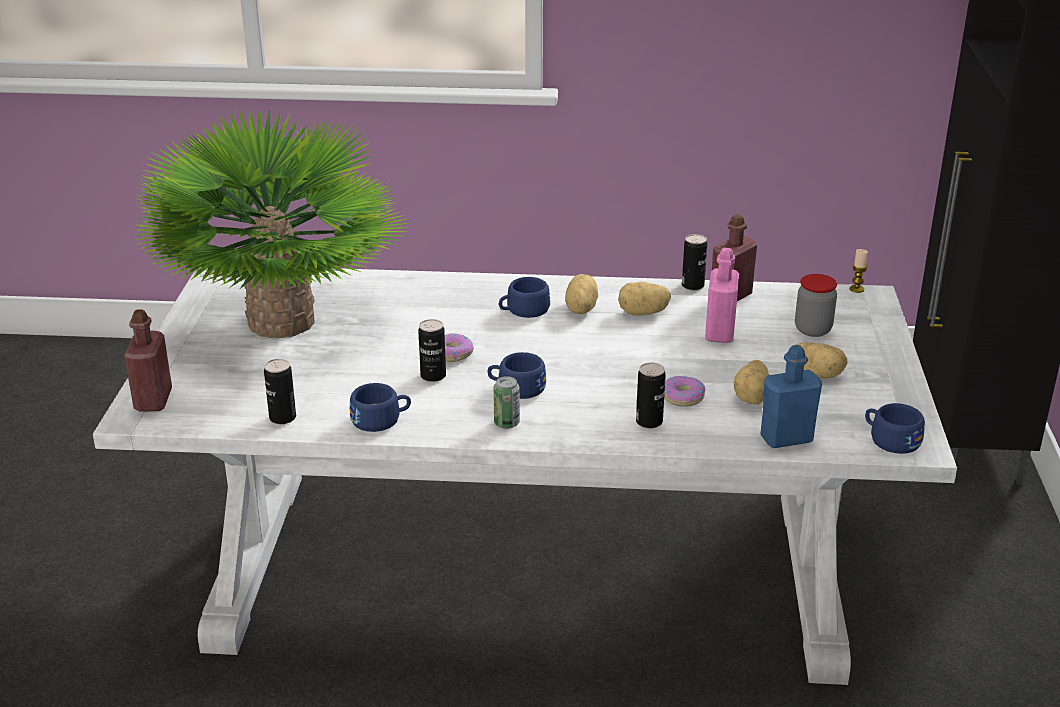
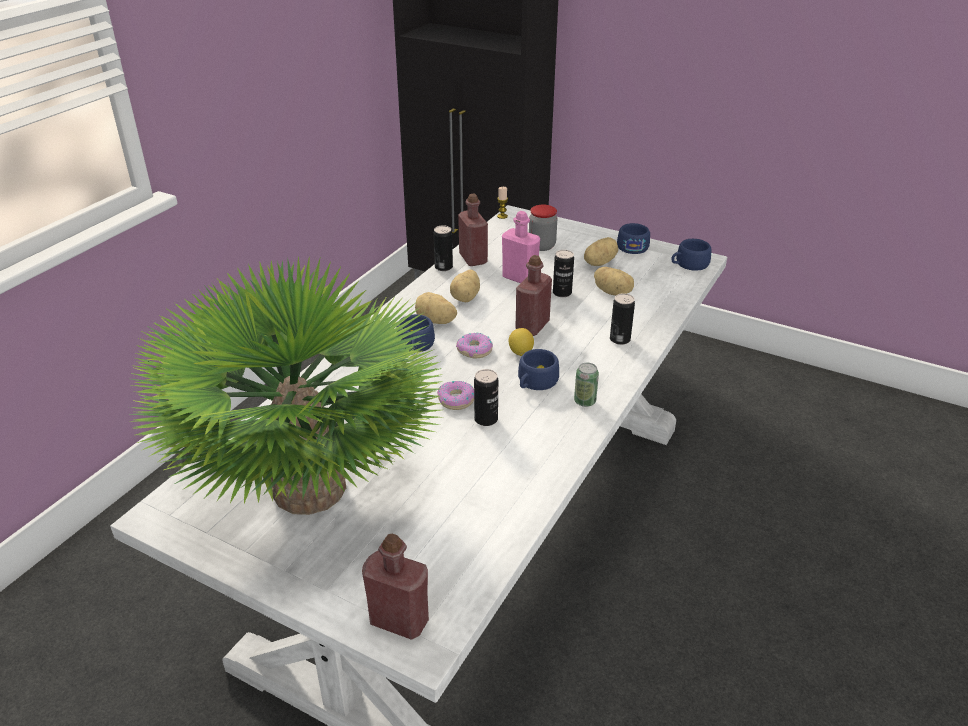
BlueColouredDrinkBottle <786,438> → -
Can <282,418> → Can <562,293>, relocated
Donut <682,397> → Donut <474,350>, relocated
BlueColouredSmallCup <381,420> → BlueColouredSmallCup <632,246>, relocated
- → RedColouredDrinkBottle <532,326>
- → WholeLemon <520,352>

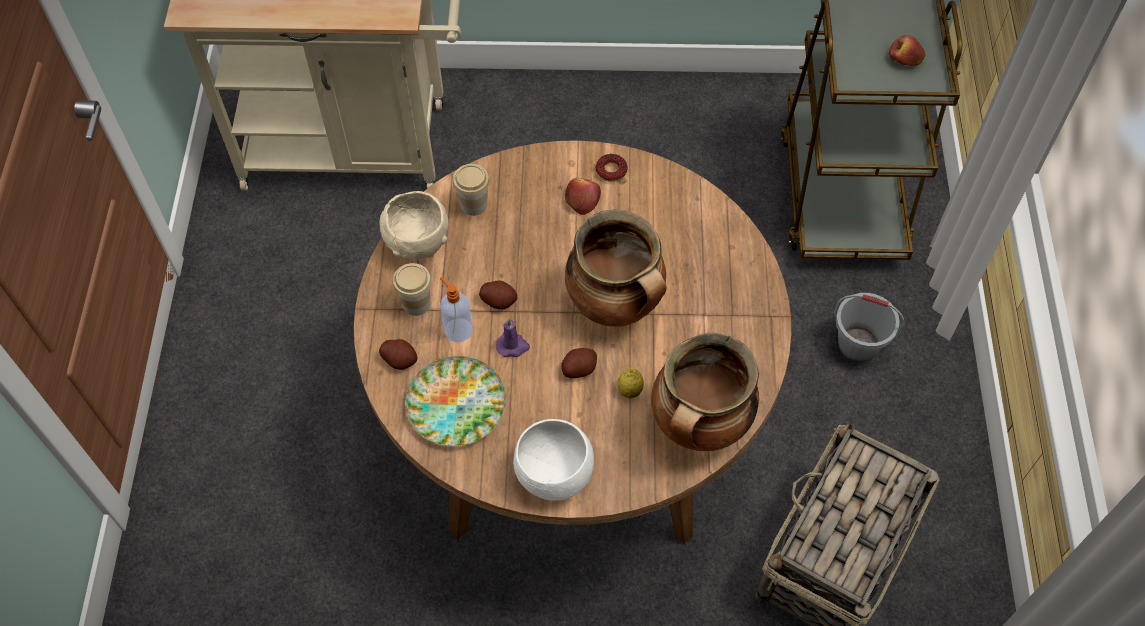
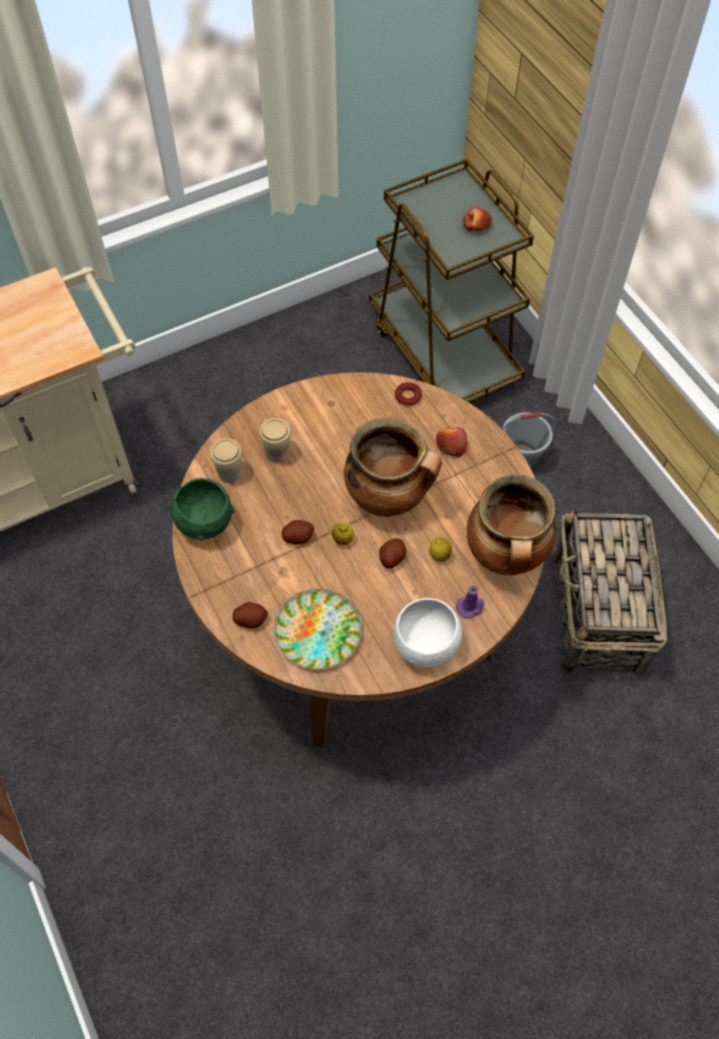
Donut <611,170> → Donut <408,396>, relocated
AppleFruit <582,199> → AppleFruit <451,445>, relocated
BeigeDeepDish <417,244> → GreenishDeepDish <205,524>
SmallCup <416,303> → SmallCup <277,452>, relocated
SoapDispenser <457,329> → -
PurpleColouredWaxLight <513,346> → PurpleColouredWaxLight <470,606>, relocated
- → WholeLemon <343,539>

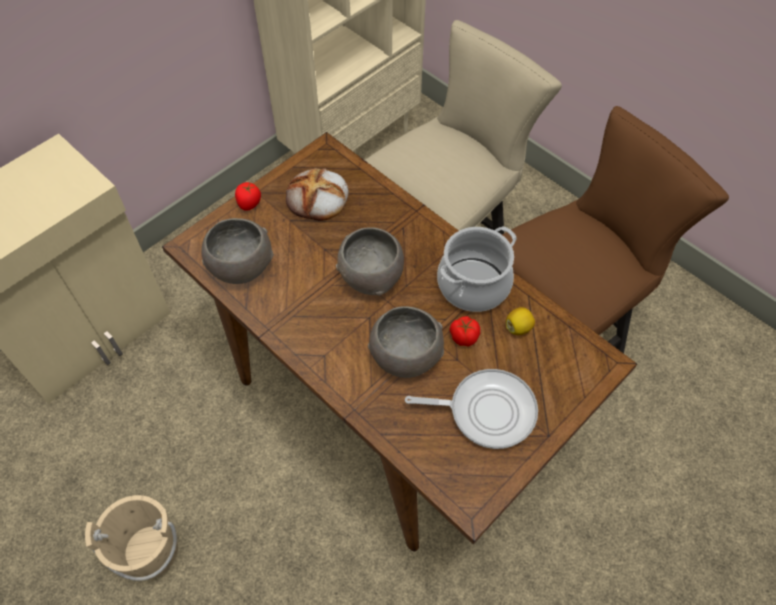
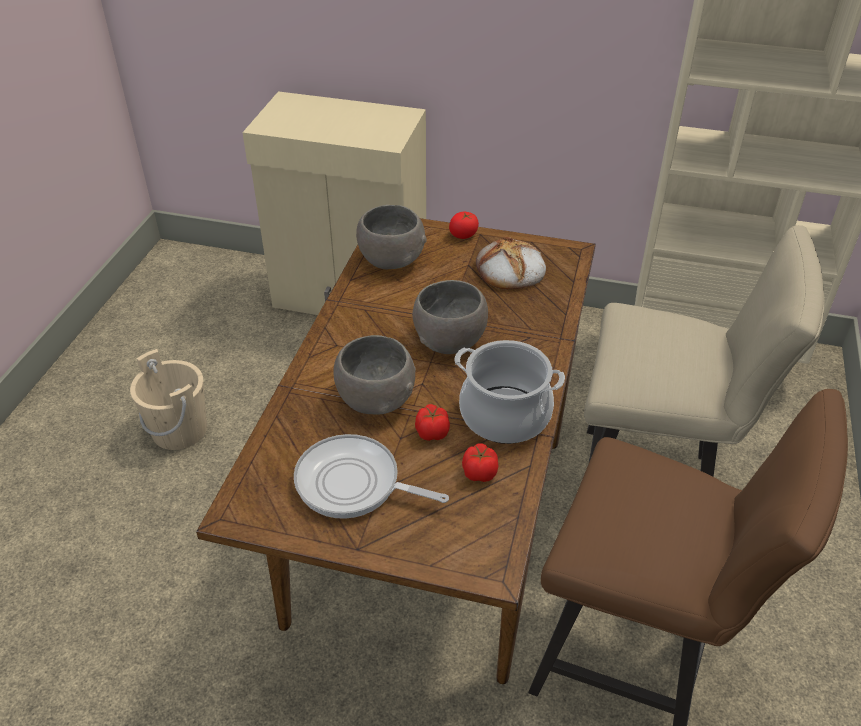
WholeLemon <518,327> → FreshTomato <479,472>
FryingPan <486,411> → FryingPan <353,484>, 135 degrees clockwise

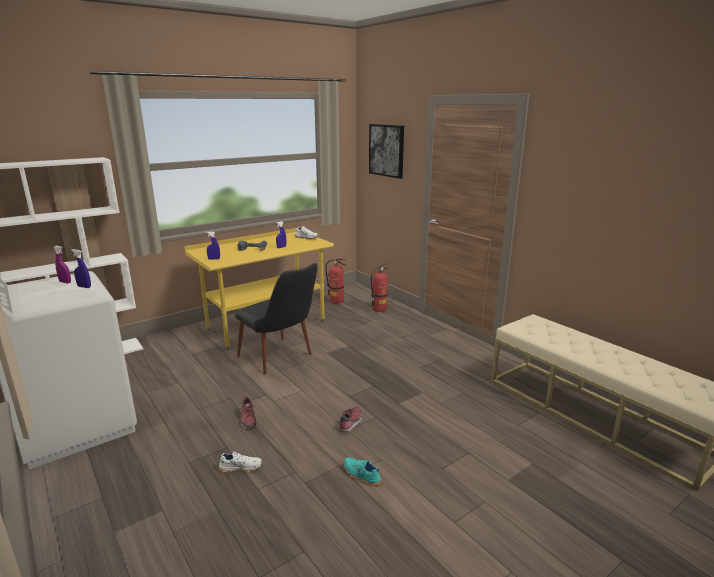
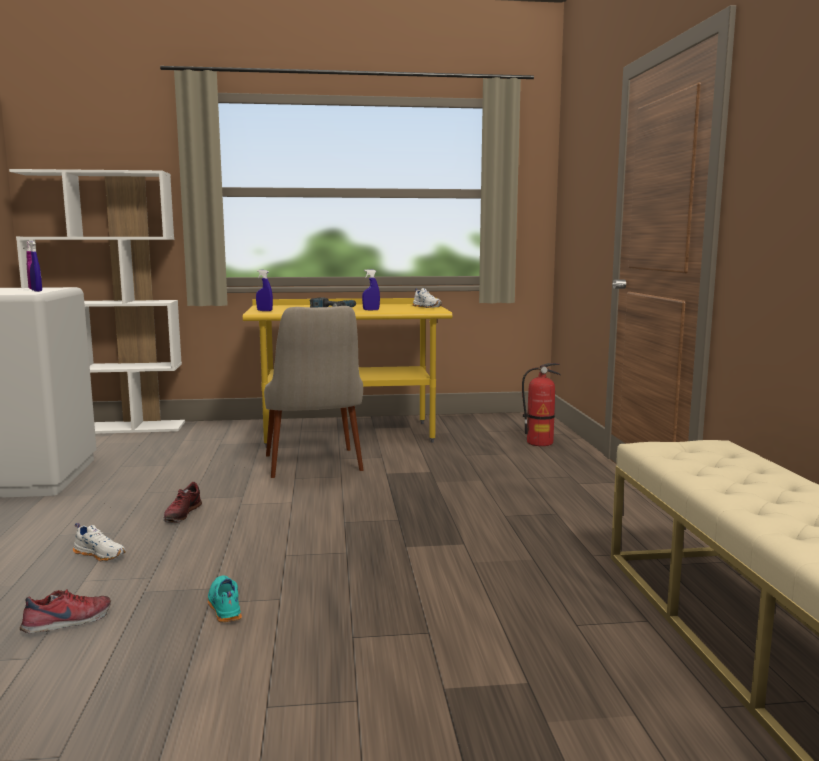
Picture <387,150> → -
FireFightingCylinder <336,301> → -
BlackColouredPlainChair <281,359> → BeigePlainChair <315,468>
ItemOfFootwear <351,423> → ItemOfFootwear <67,623>, relocated

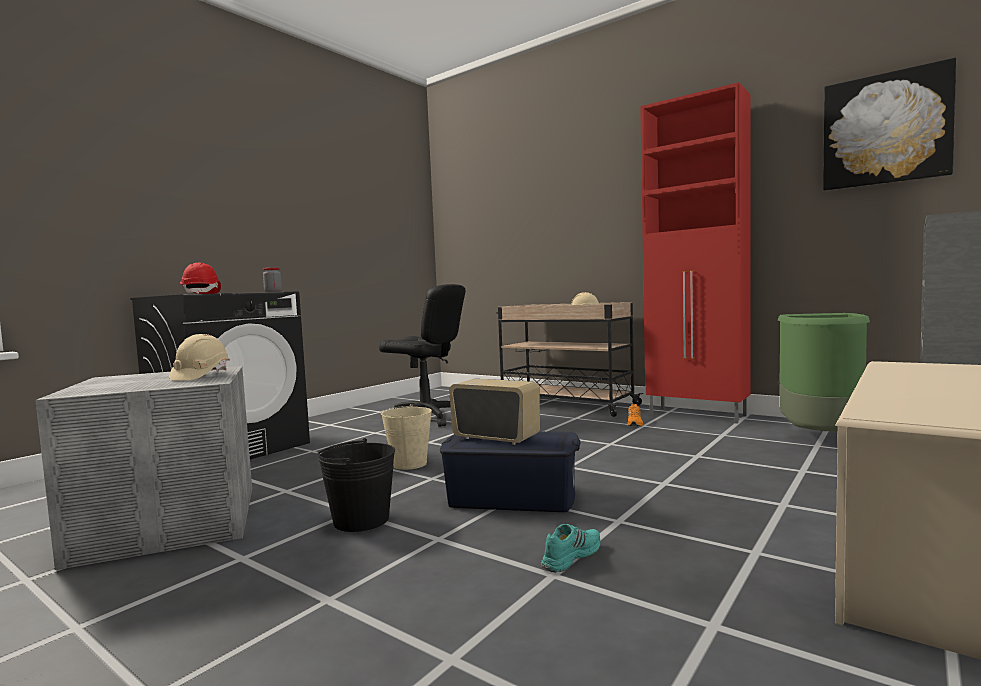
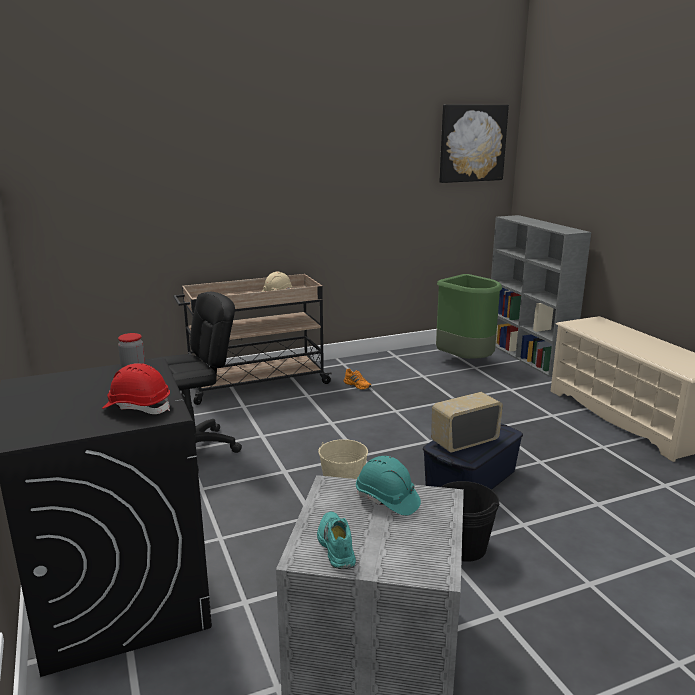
RedColouredStorageCabinet <698,415> → -
BeigeHardHat <201,376> → TurquoiseHardHat <387,500>
TurquoiseItemOfFootwear <571,556> → TurquoiseItemOfFootwear <335,546>, relocated

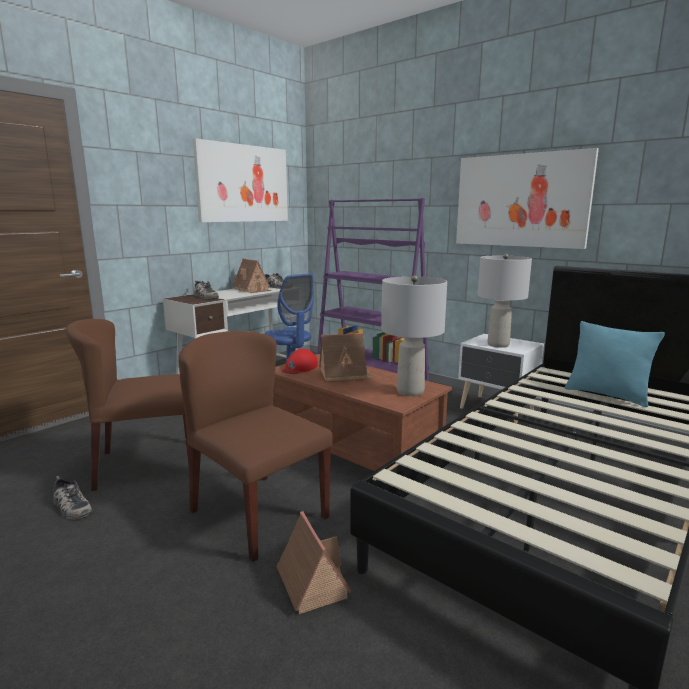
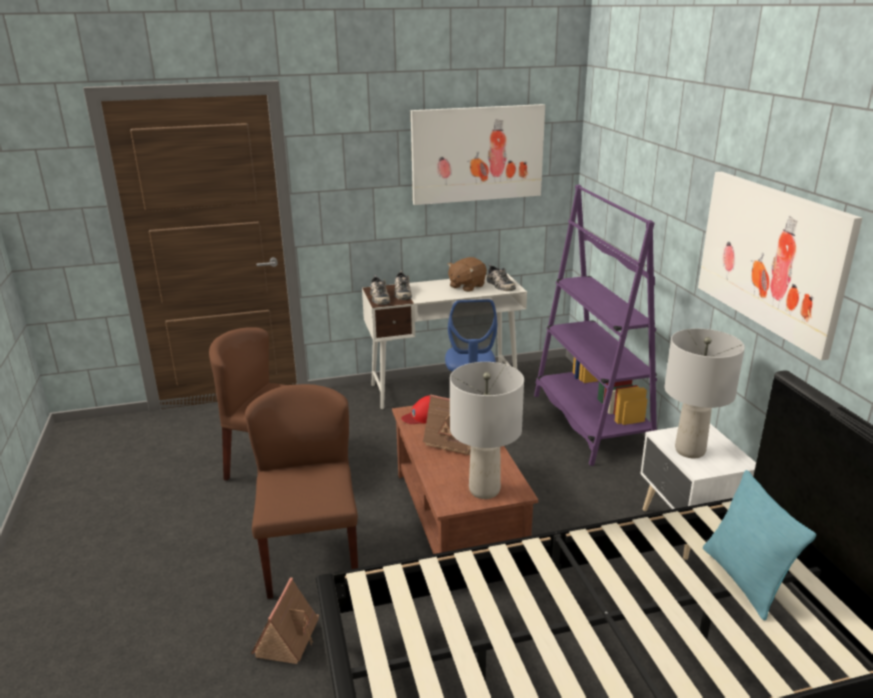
ToyHouse <252,289> → BrownCuddlyToy <466,286>
ItemOfFootwear <70,507> → ItemOfFootwear <378,297>, relocated

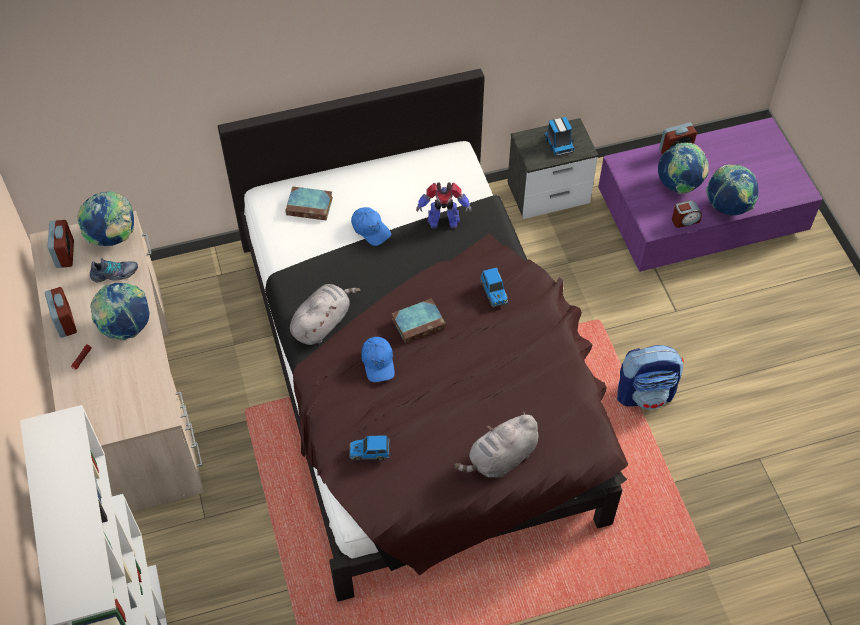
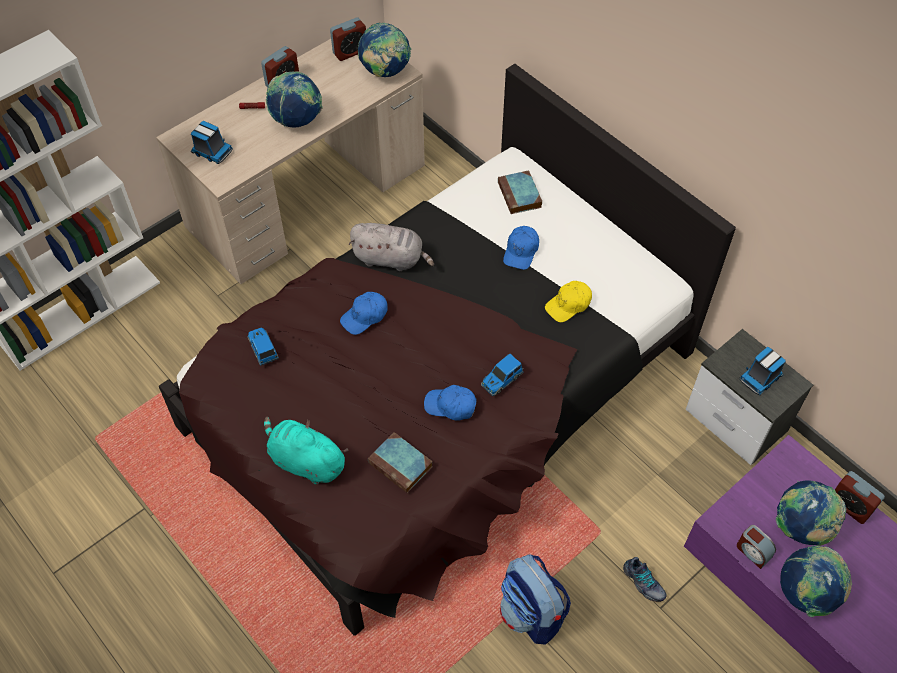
RobotFigure <443,221> → YellowColouredPeakedCap <568,305>
ItemOfFootwear <115,274> → ItemOfFootwear <643,583>, relocated
Book <419,322> → Book <402,465>, relocated
GrayCuddlyToy <501,458> → TurquoiseCuddlyToy <305,461>
- → ToyLorry <211,151>
- → BlueColouredPeakedCap <451,406>

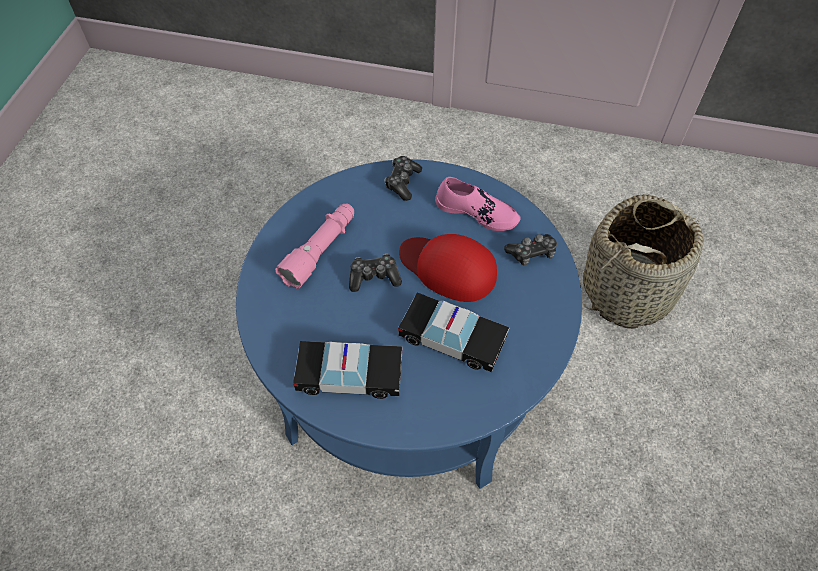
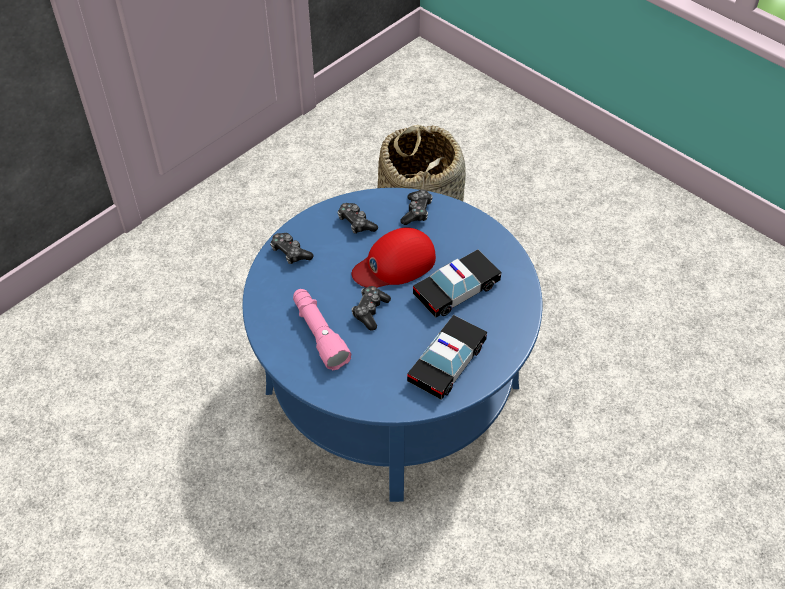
PinkItemOfFootwear <477,212> → Joypad <356,223>

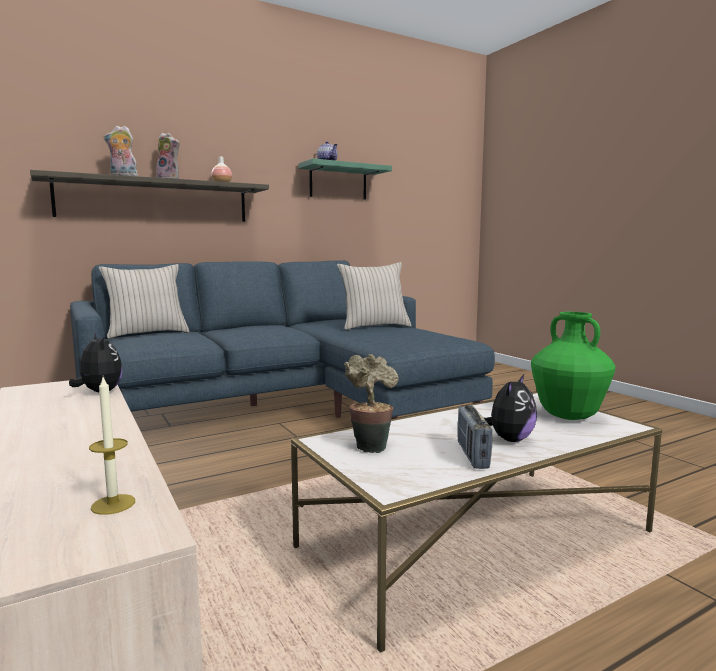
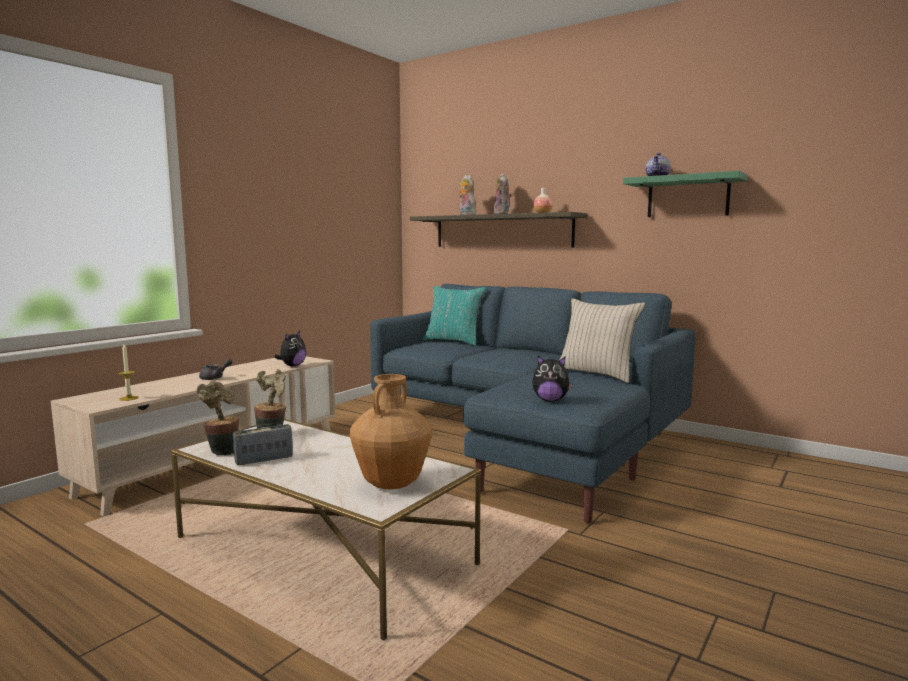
BeigeCushion <147,334> → TurquoiseCushion <453,341>
GreenishVase <569,416> → BrownVase <391,484>
CuddlyToy <509,439> → CuddlyToy <550,400>, relocated
- → GrayTeaPot <215,378>
- → PottedPlant <222,452>

